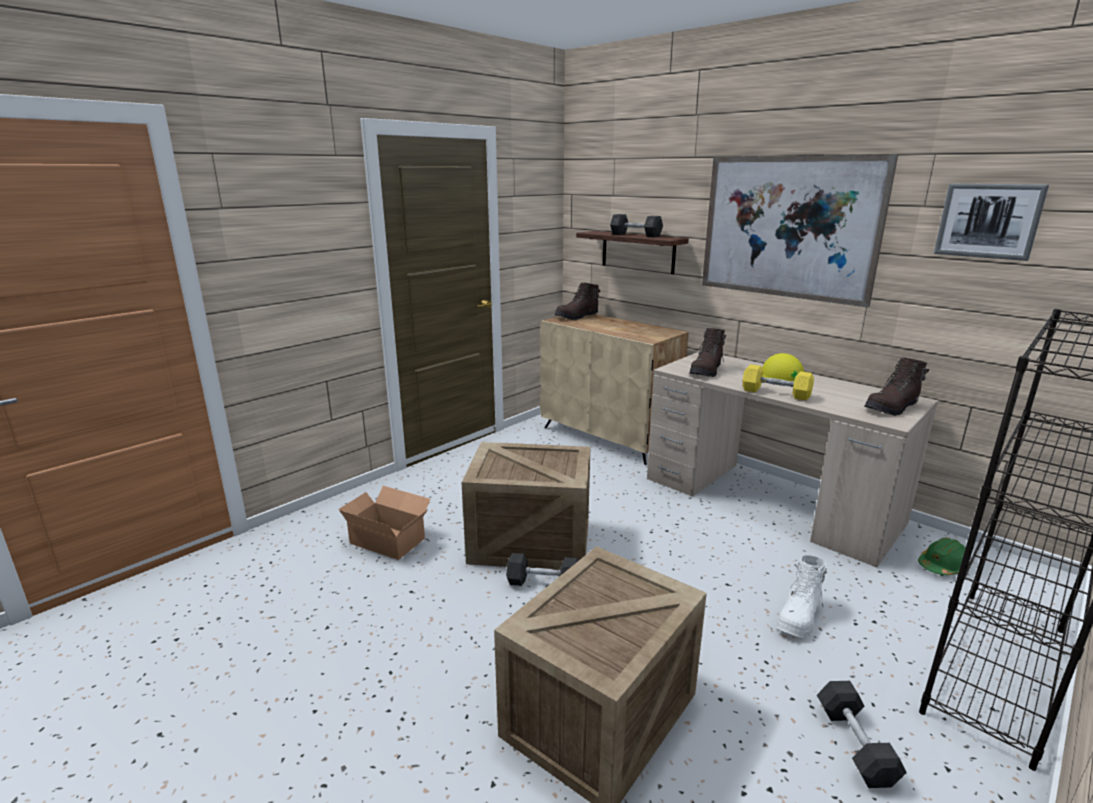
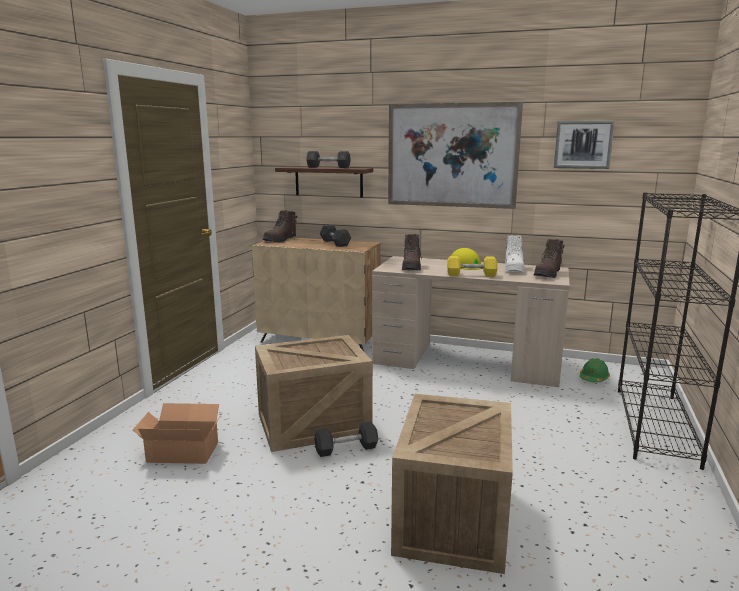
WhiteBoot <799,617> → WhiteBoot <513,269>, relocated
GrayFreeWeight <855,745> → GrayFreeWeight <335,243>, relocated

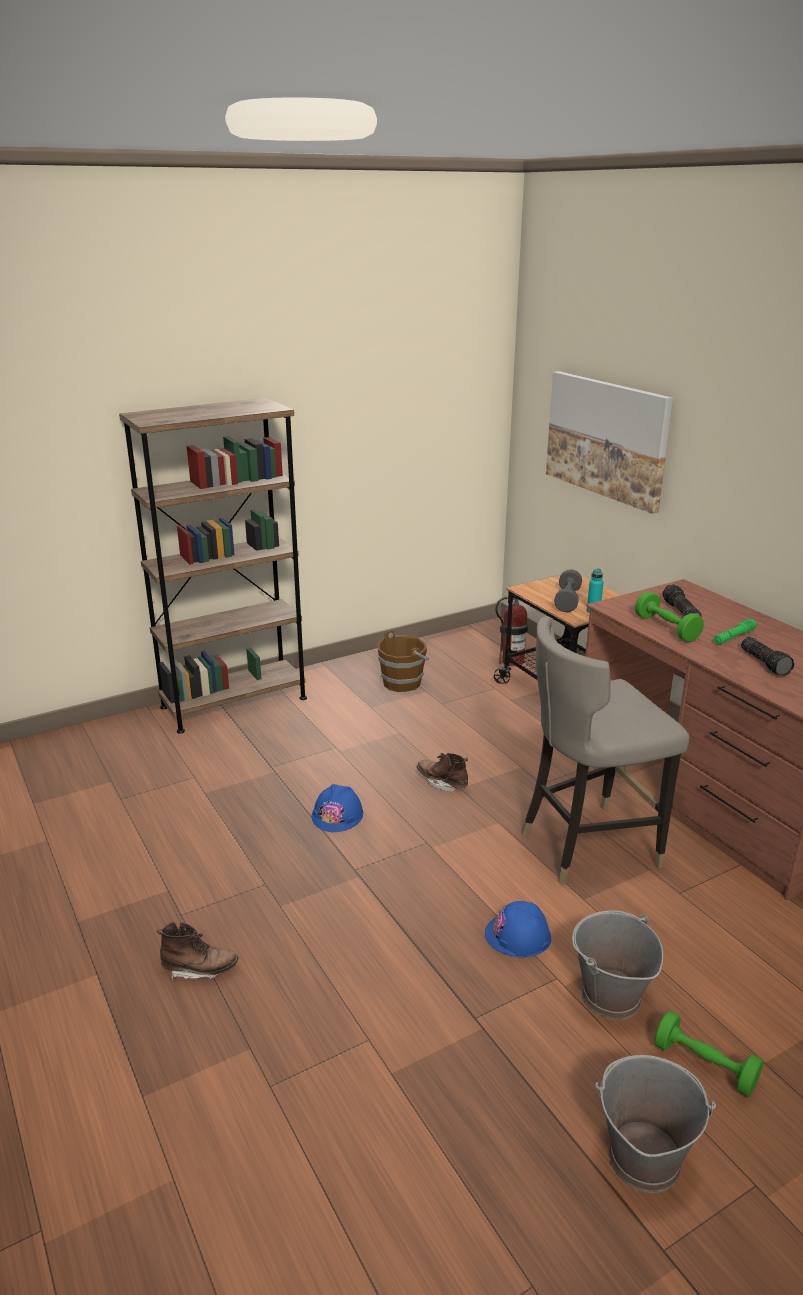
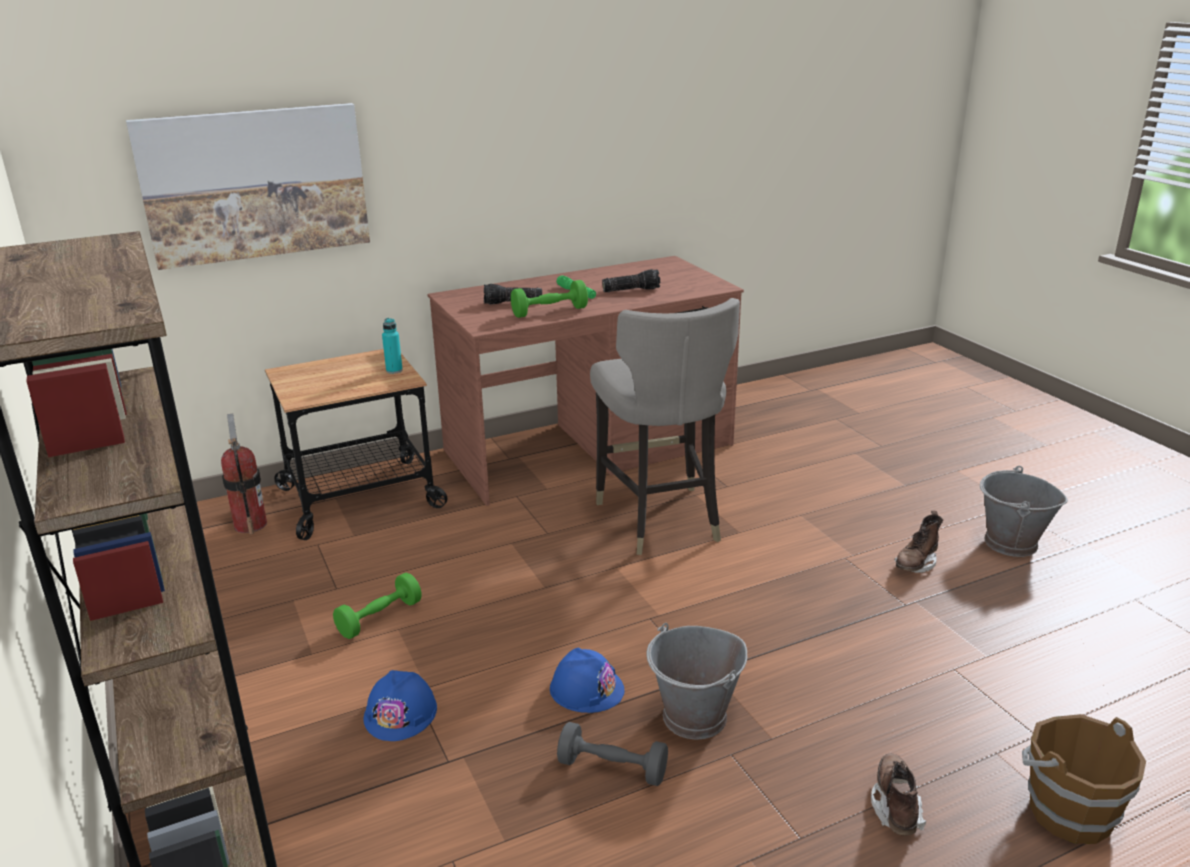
GrayFreeWeight <567,601> → GrayFreeWeight <612,768>, relocated
BrownBucket <403,682> → BrownBucket <1067,812>, relocated
BrownBoot <442,783> → BrownBoot <915,564>, relocated
BlueColouredHardHat <518,935> → BlueColouredHardHat <401,713>, relocated
GrayBucket <610,997> → GrayBucket <695,717>, relocated
GreenishFreeWeight <704,1065> → GreenishFreeWeight <379,618>, relocated

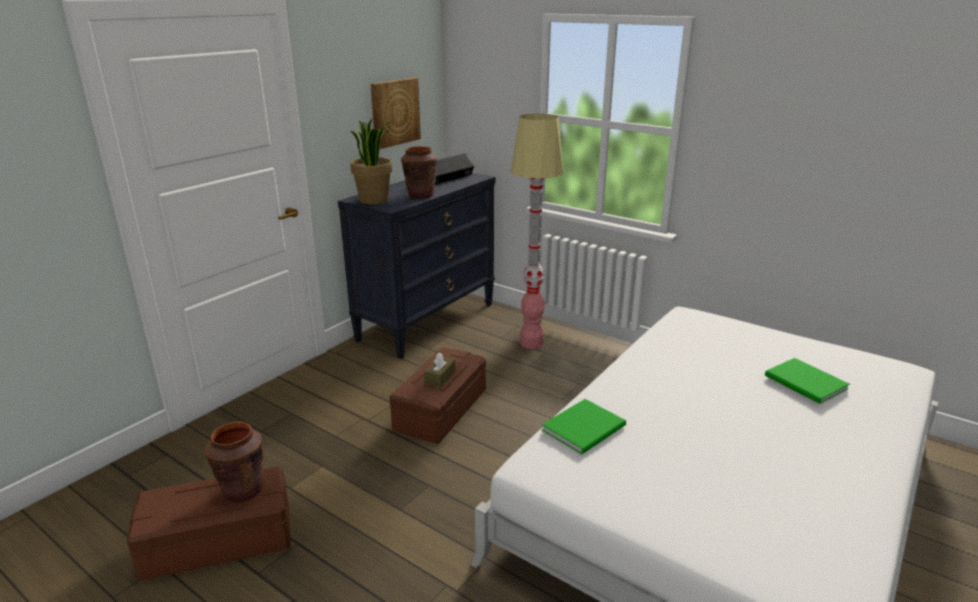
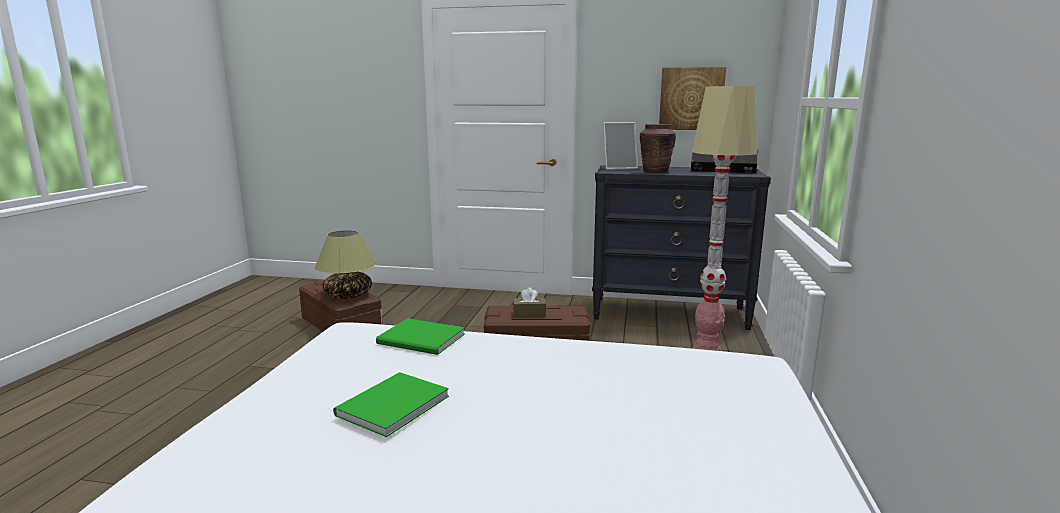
PottedPlant <374,200> → PhotoFrame <619,168>
GreenishBook <806,384> → GreenishBook <389,406>, relocated
BrownVase <243,490> → LampForATable <348,295>

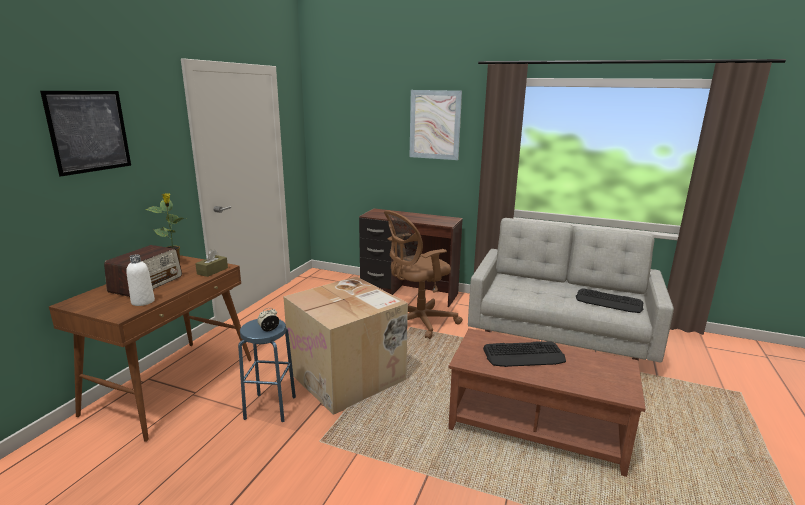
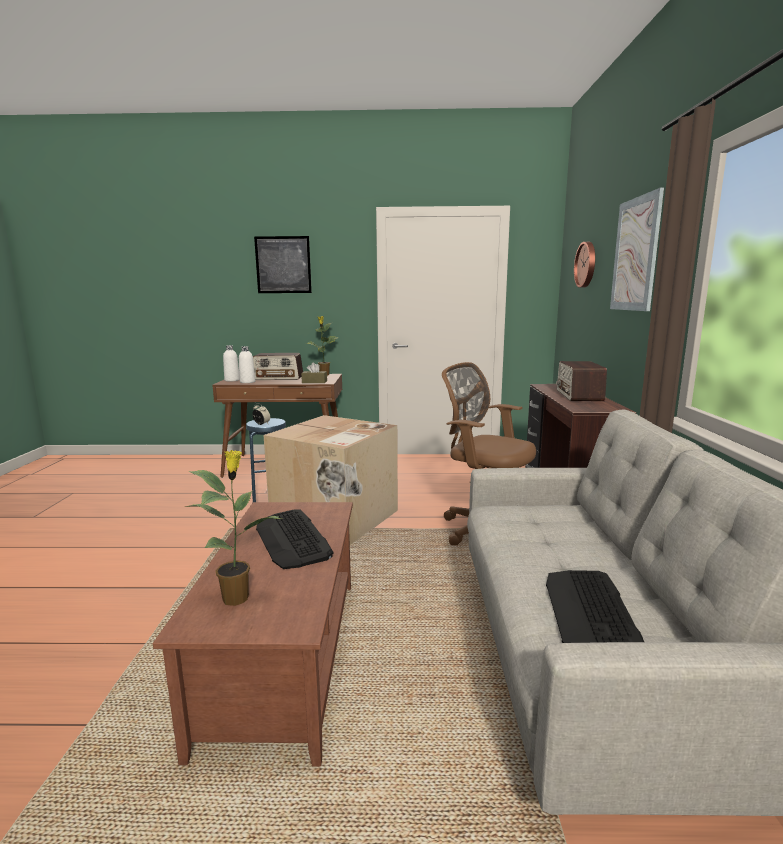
- → WallClock <586,264>
- → WhiteDrinkBottle <232,380>
- → RadioReceiver <579,395>
- → PottedPlant <237,597>

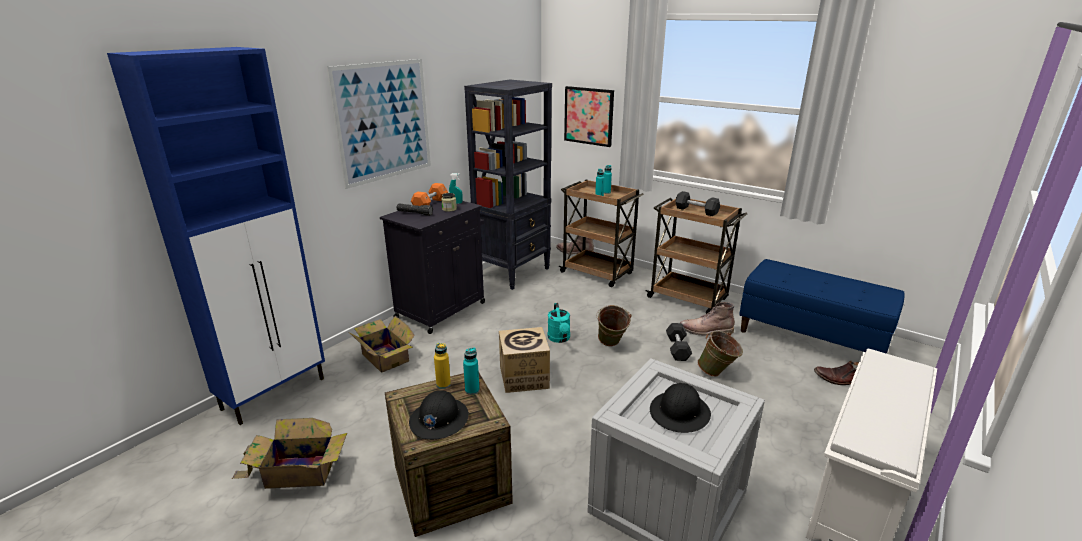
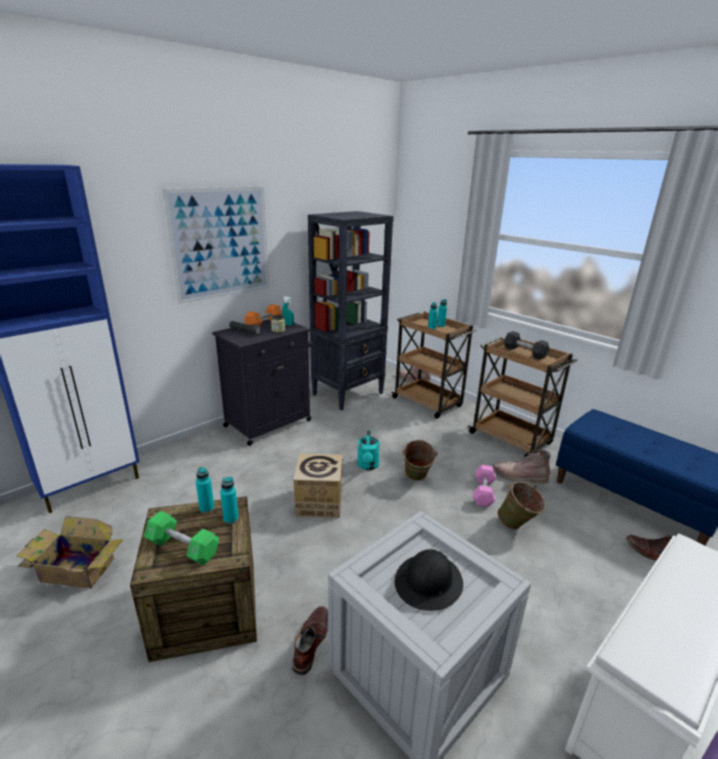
Picture <589,116> → -
PackingBox <384,356> → -
BlackColouredFreeWeight <677,348> → PinkFreeWeight <483,492>
YellowColouredDrinkBottle <443,384> → TurquoiseDrinkBottle <207,508>
BlackColouredHardHat <439,420> → GreenishFreeWeight <183,548>
- → BrownBoot <310,642>

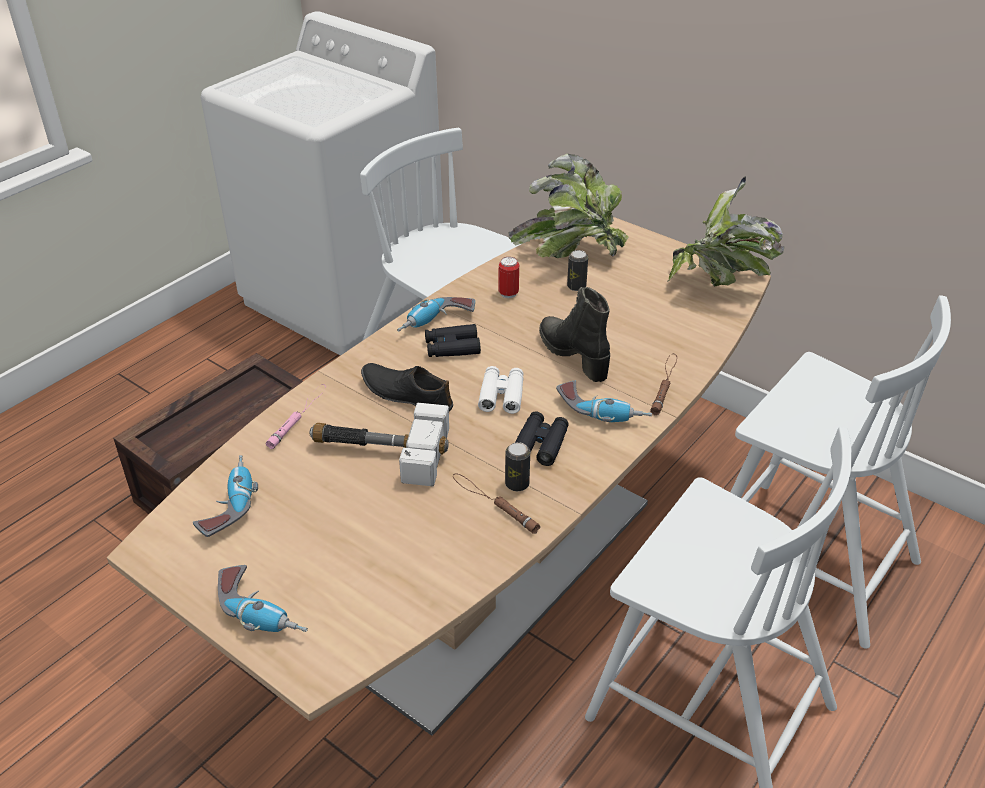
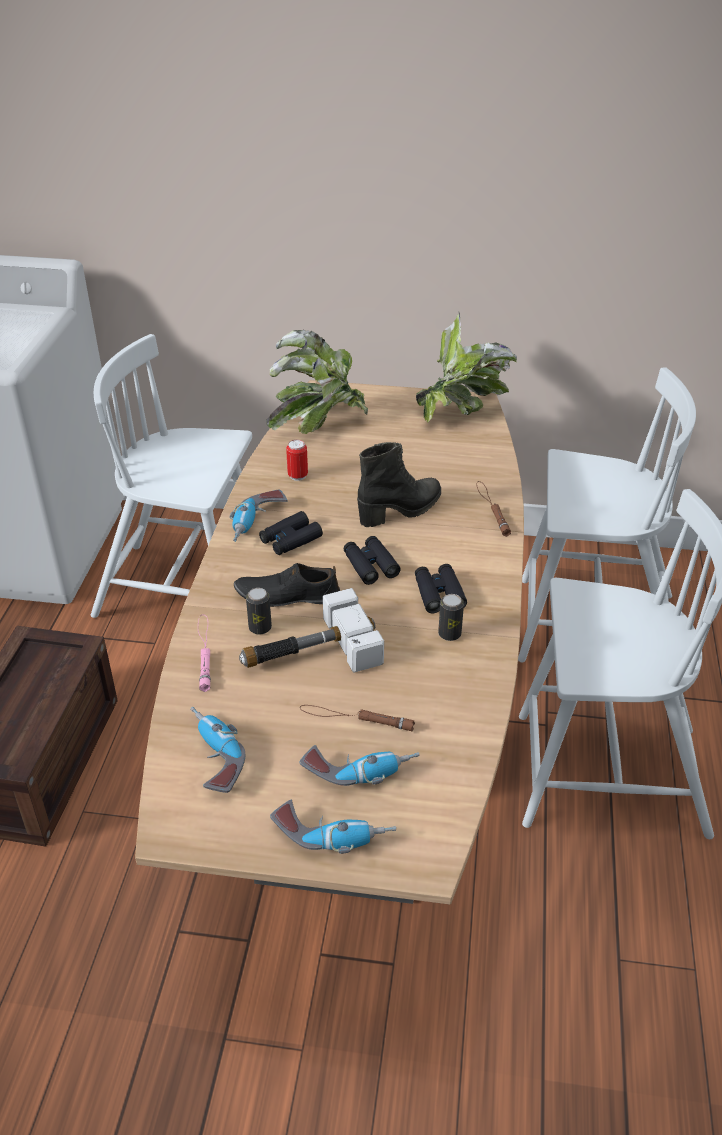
Can <576,286> → Can <260,628>, relocated
BlackColouredBoot <574,355> → BlackColouredBoot <401,510>, 120 degrees clockwise
WhitePairOfBinoculars <501,395> → BlackColouredPairOfBinoculars <370,565>
ElectricDrill <602,411> → ElectricDrill <360,770>, relocated
BrownFlashlight <493,503> → BrownFlashlight <356,718>, relocated

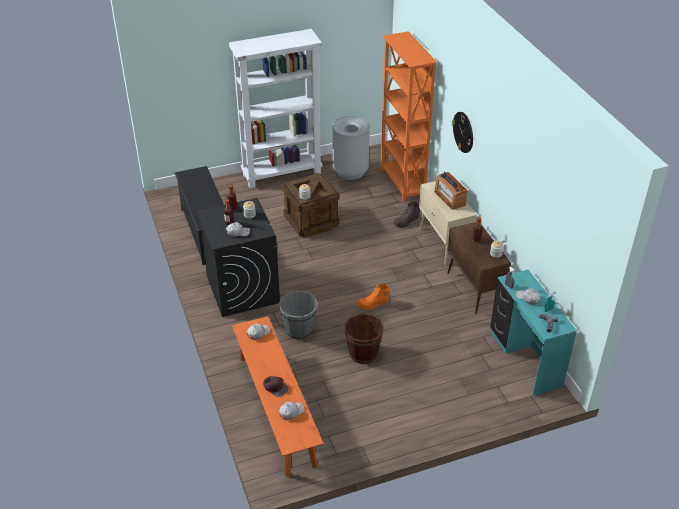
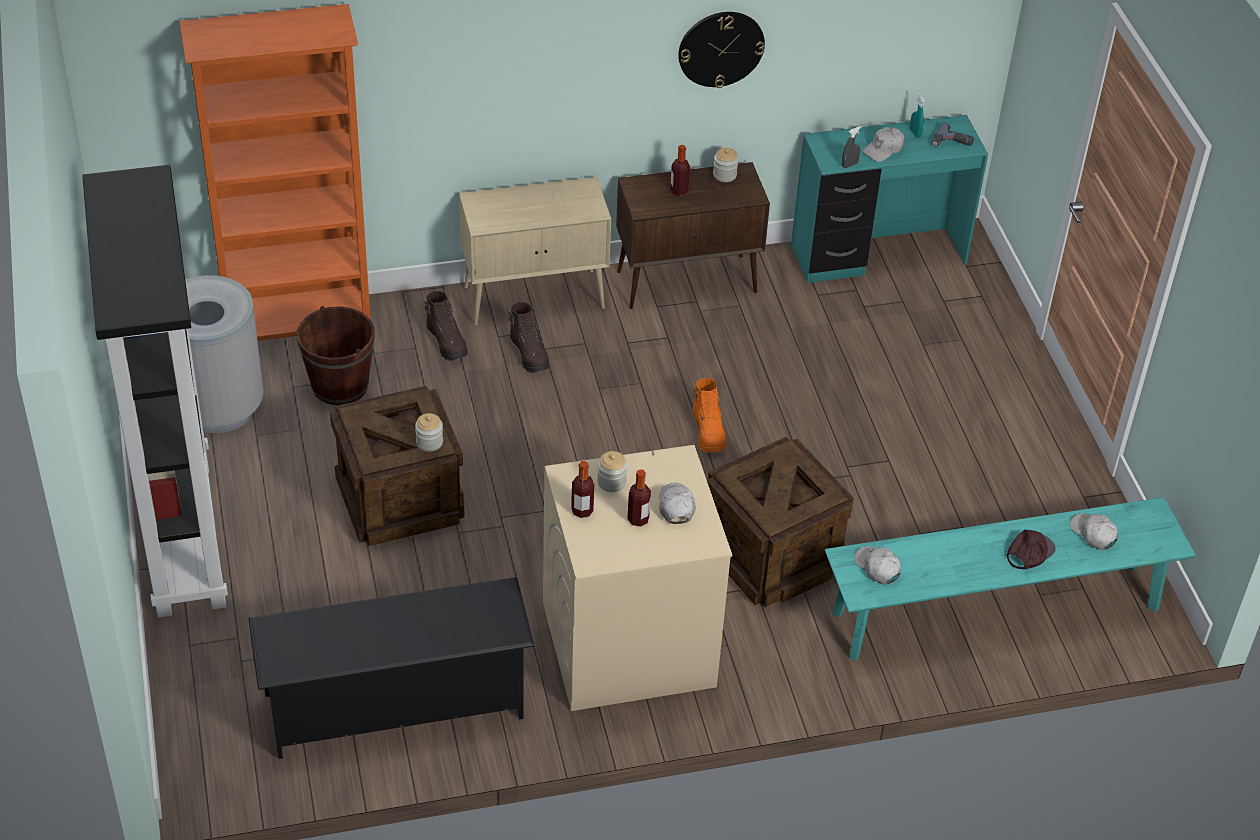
WhiteShelvingUnit <282,173> → BlackColouredShelvingUnit <181,536>
WallClock <463,132> → WallClock <721,48>, relocated
RadioReceiver <449,198> → -
BlackColouredLaundryAppliance <242,289> → BeigeLaundryAppliance <627,645>
GrayBucket <299,329> → ShippingCrate <772,556>
BrownBucket <363,353> → BrownBucket <340,386>, relocated
OrangeColouredIndoorBench <276,410> → TurquoiseIndoorBench <996,611>
- → BrownBoot <529,353>

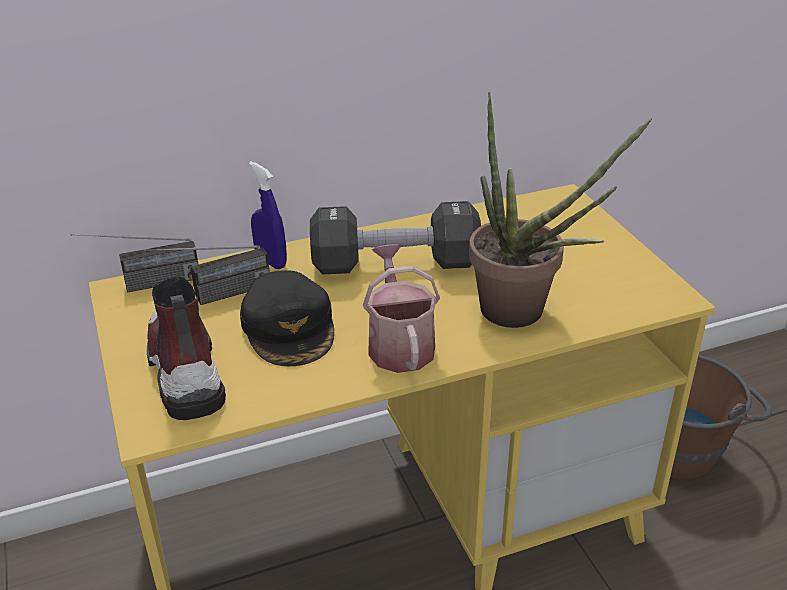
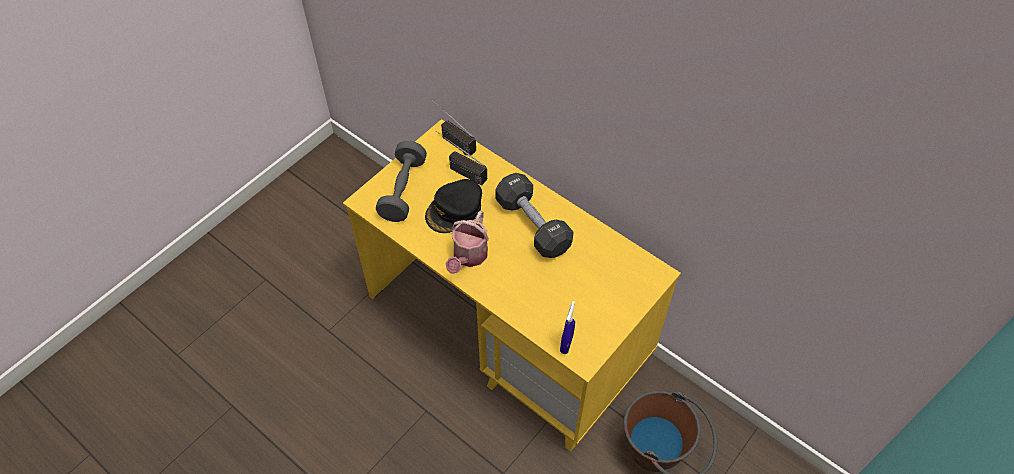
PottedPlant <524,314> → -
BlueColouredSprayer <271,261> → BlueColouredSprayer <566,343>, relocated
SprinklingCan <399,343> → SprinklingCan <468,257>, 150 degrees clockwise
Boot <184,370> → GrayFreeWeight <403,190>

